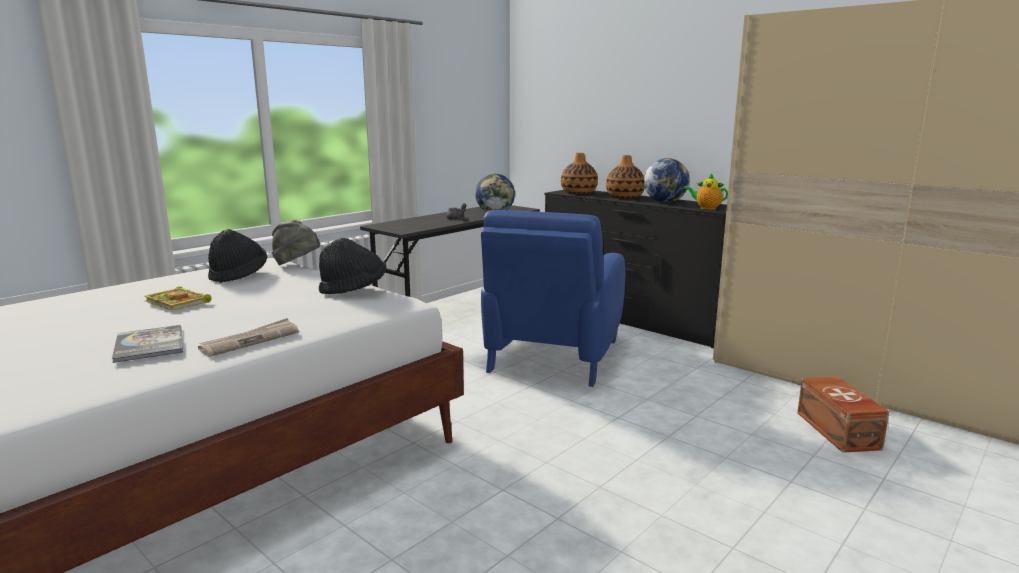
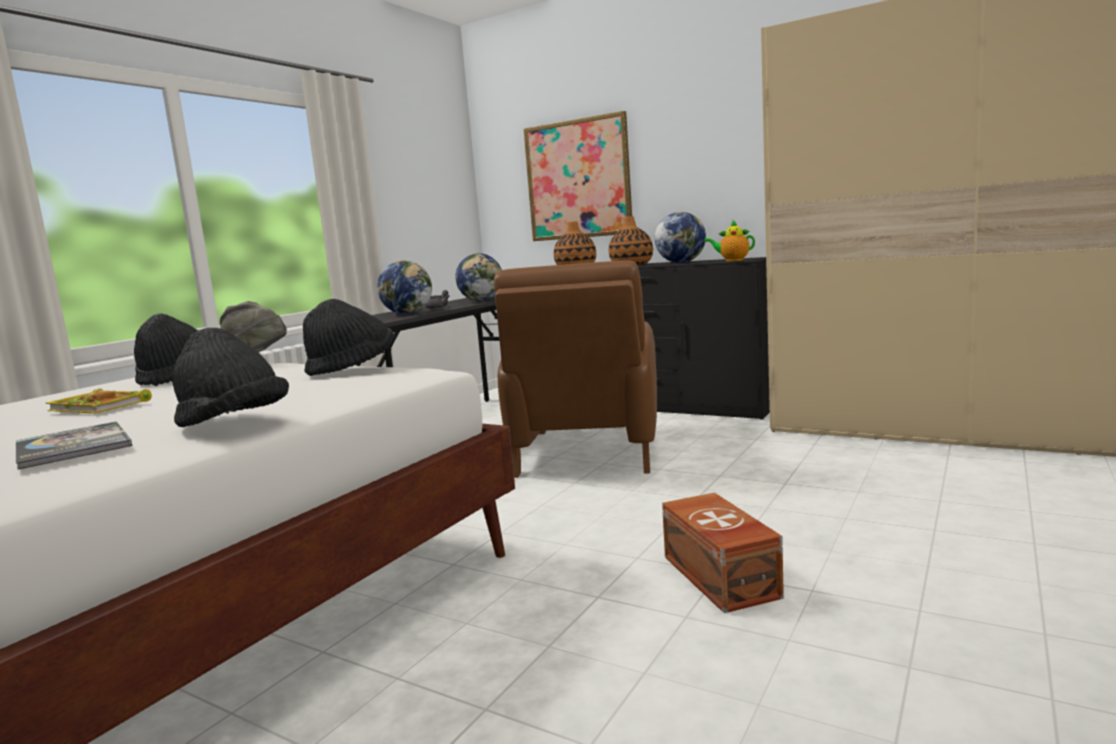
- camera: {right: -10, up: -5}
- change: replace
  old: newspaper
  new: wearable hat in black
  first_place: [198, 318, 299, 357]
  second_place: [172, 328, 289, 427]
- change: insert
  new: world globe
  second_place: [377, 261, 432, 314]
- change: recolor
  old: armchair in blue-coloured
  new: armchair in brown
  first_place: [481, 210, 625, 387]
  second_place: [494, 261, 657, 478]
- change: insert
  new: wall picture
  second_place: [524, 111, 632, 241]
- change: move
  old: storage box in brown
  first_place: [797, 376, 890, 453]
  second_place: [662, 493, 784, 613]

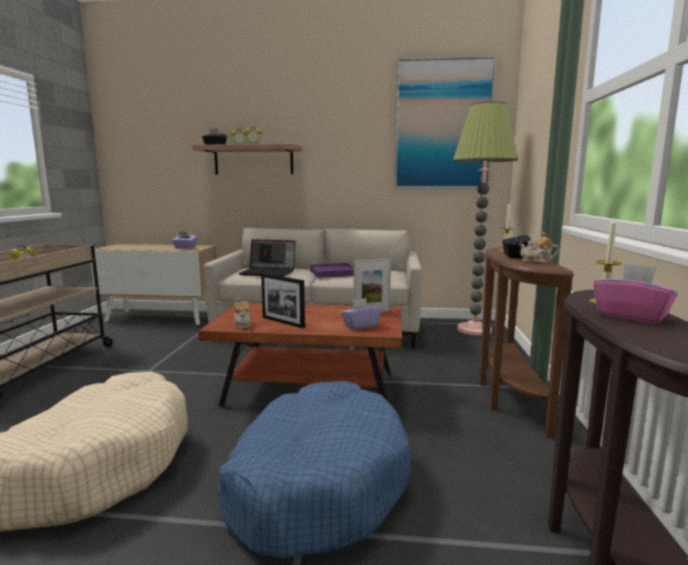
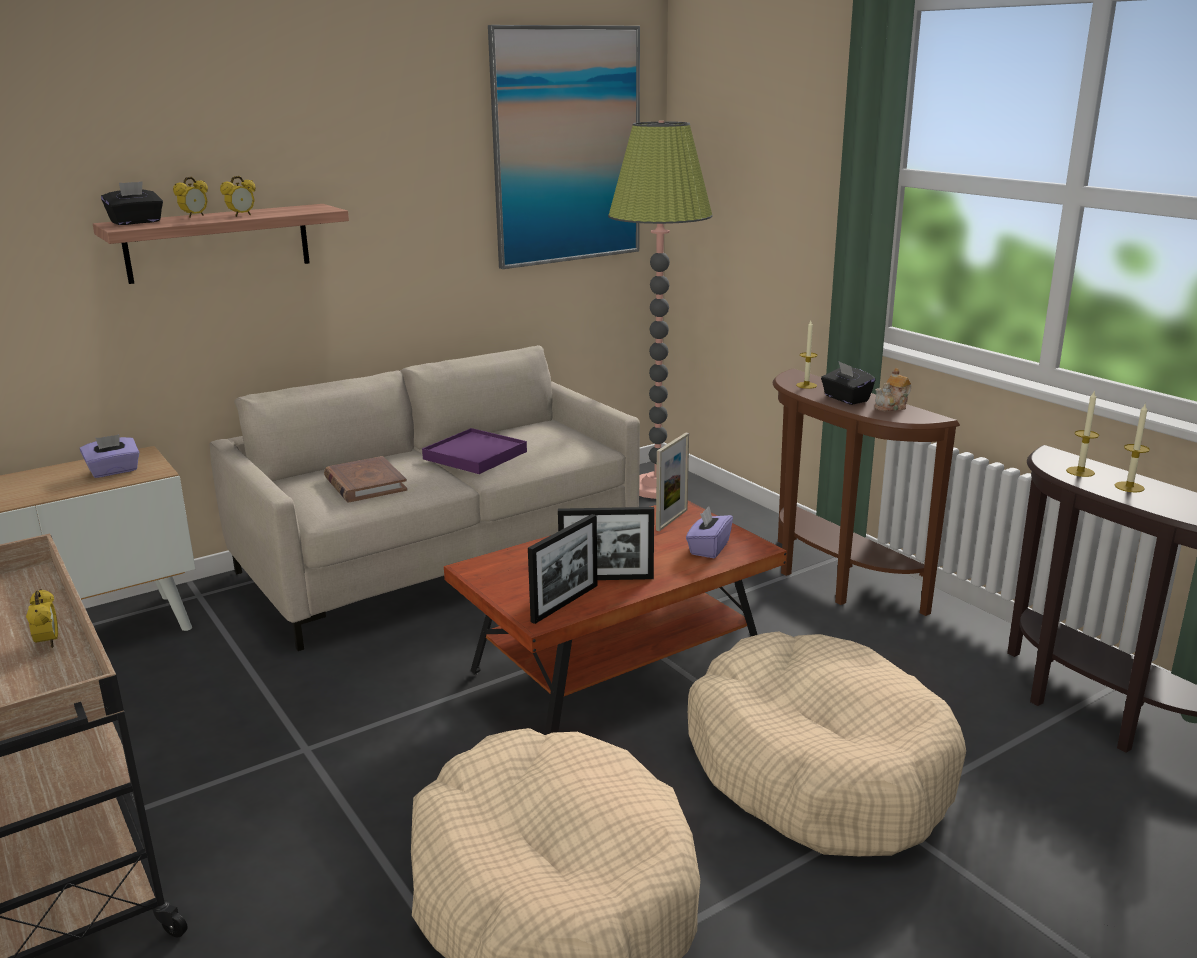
- camera: {right: -40, up: 10}
- change: replace
  old: notebook computer
  new: book in brown
  first_place: [238, 239, 296, 277]
  second_place: [324, 456, 407, 502]
- change: replace
  old: pot for tea
  new: standing frame
  first_place: [234, 298, 252, 329]
  second_place: [528, 514, 598, 624]
- change: recolor
  old: dog bed in blue-coloured
  new: dog bed in beige-coloured
  first_place: [216, 381, 411, 559]
  second_place: [688, 632, 966, 856]
- change: replace
  old: tissue box in pink
  new: wax light
  first_place: [593, 263, 678, 324]
  second_place: [1115, 403, 1150, 492]

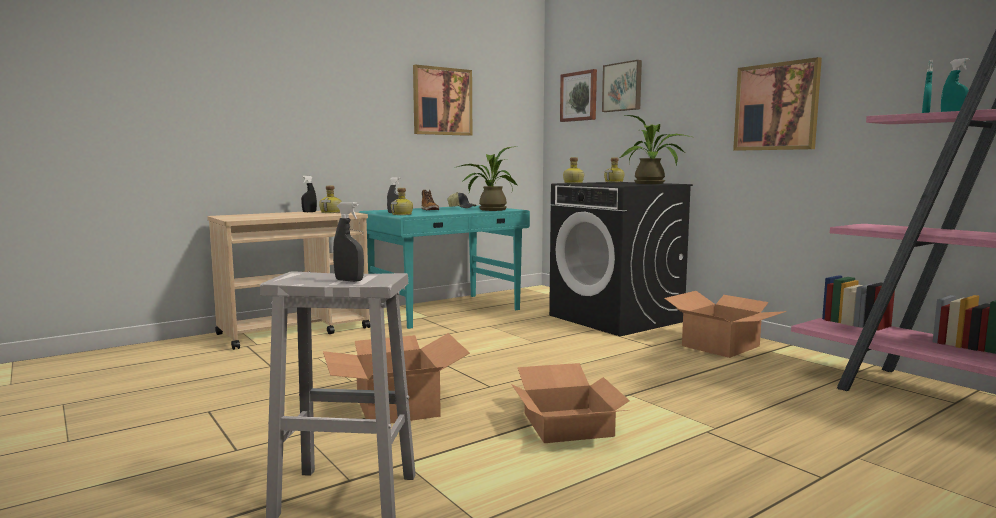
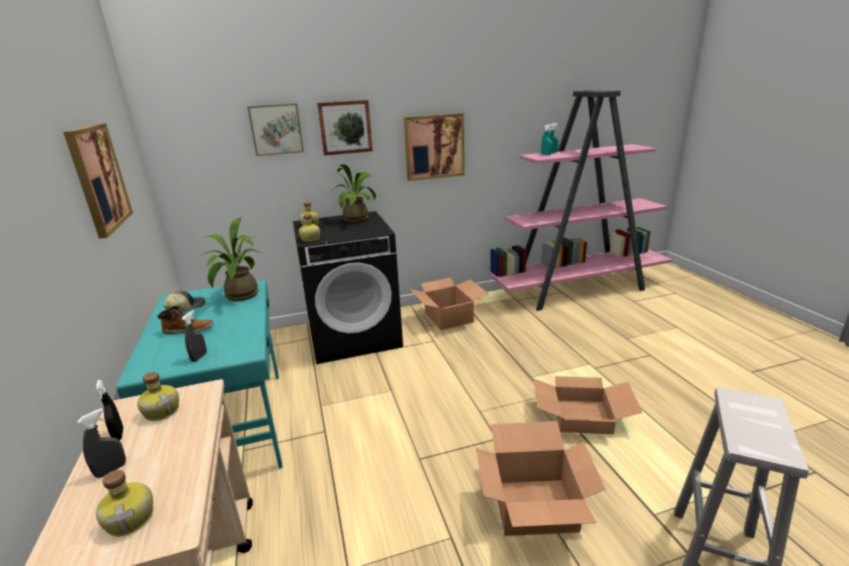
- camera: {right: -70, up: 15}
- change: move
  old: spray bottle in greyish
  first_place: [333, 202, 364, 282]
  second_place: [77, 408, 126, 478]
- change: move
  old: beverage bottle
  first_place: [391, 188, 413, 215]
  second_place: [96, 470, 154, 537]
- change: move
  old: wall picture
  first_place: [560, 69, 597, 122]
  second_place: [317, 100, 373, 155]

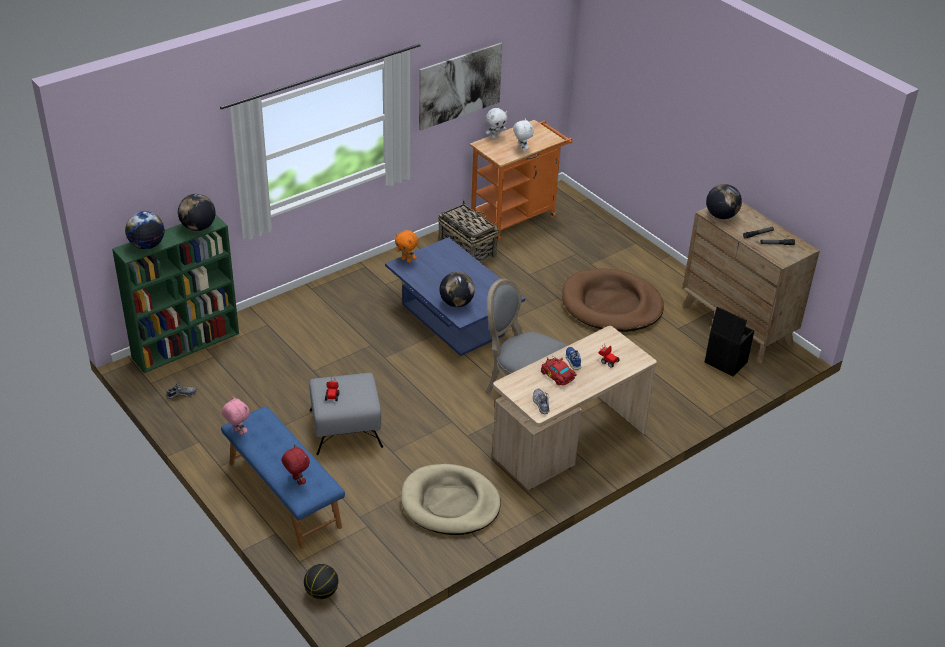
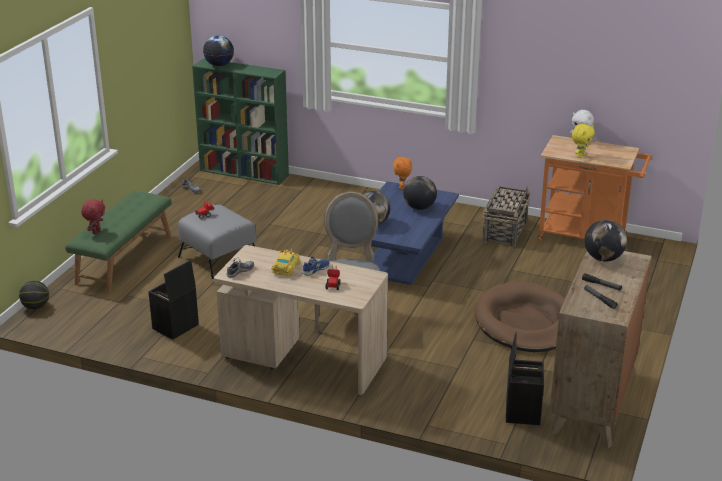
- camera: {right: 60, up: -10}
- change: recolor
  old: long seat in blue-coloured
  new: long seat in green-coloured
  first_place: [221, 406, 345, 549]
  second_place: [65, 191, 172, 292]
- change: replace
  old: dog bed in beige-coloured
  new: storage box in black
  first_place: [401, 464, 501, 535]
  second_place: [148, 260, 199, 339]
- change: recolor
  old: miniature car in reddish
  new: miniature car in yellow-coloured
  first_place: [541, 356, 577, 385]
  second_place: [271, 249, 301, 276]
- change: move
  old: world globe
  first_place: [178, 194, 216, 231]
  second_place: [403, 176, 437, 210]
- change: recolor
  old: soft toy in whitish
  new: soft toy in yellow-coloured
  first_place: [513, 119, 534, 152]
  second_place: [572, 124, 595, 158]
- change: delete
  old: soft toy in pink
  first_place: [222, 396, 250, 435]
- change: delete
  old: wall picture
  first_place: [419, 43, 503, 131]

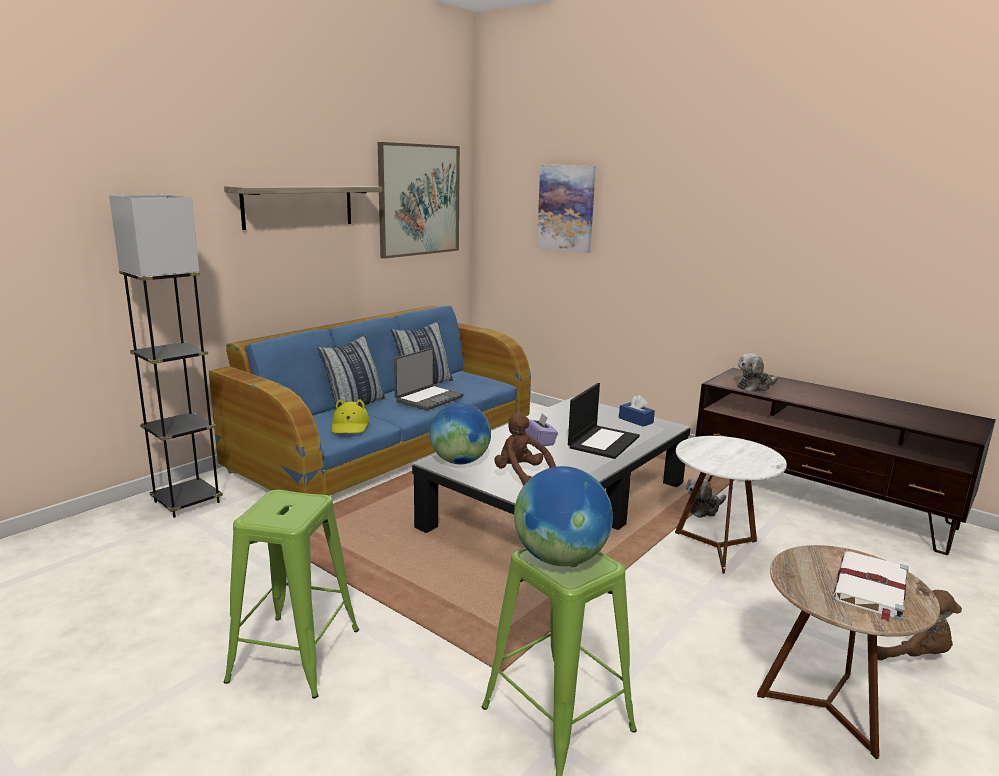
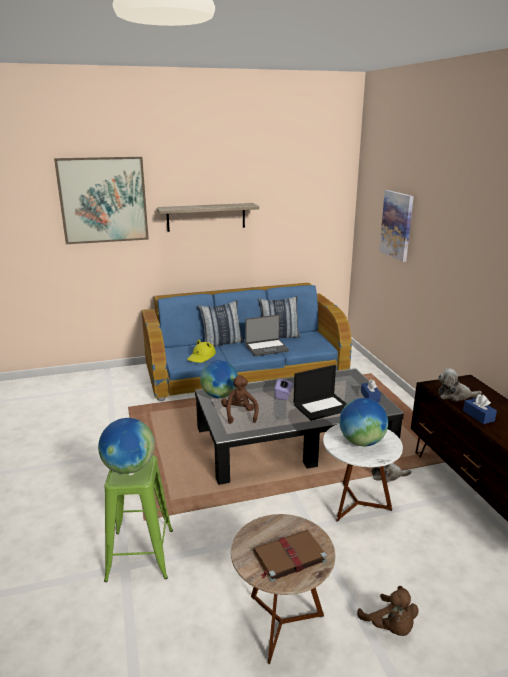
- camera: {right: 35, up: 5}
- change: move
  old: wall picture
  first_place: [378, 142, 460, 259]
  second_place: [54, 157, 149, 244]
- change: recolor
  old: book in whitish
  new: book in brown
  first_place: [833, 551, 909, 622]
  second_place: [253, 530, 327, 582]
- change: insert
  new: world globe
  second_place: [339, 398, 388, 446]
- change: insert
  new: tissue box in blue-coloured
  second_place: [463, 394, 497, 424]
- change: delete
  old: standing lamp in greyish
  first_place: [109, 195, 223, 518]
- change: delete
  old: stool seat in green-coloured
  first_place: [224, 490, 359, 699]

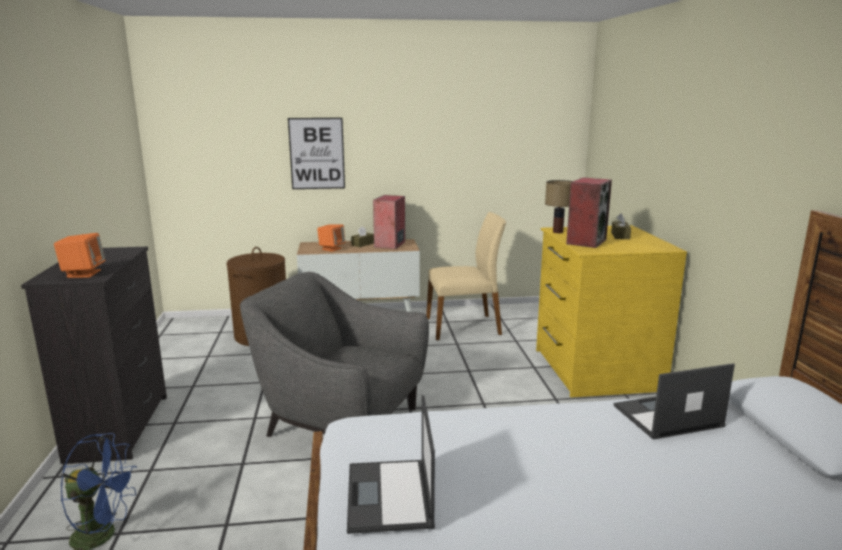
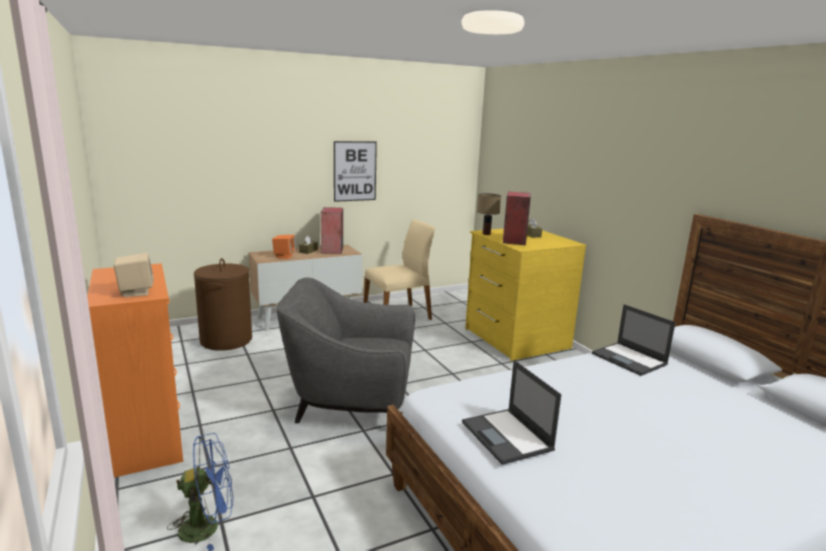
- camera: {right: -20, up: 0}
- change: recolor
  old: dresser in black
  new: dresser in orange
  first_place: [21, 247, 167, 464]
  second_place: [87, 263, 183, 478]
- change: recolor
  old: loudspeaker in orange
  new: loudspeaker in beige-coloured
  first_place: [54, 233, 105, 278]
  second_place: [113, 253, 153, 297]
- change: move
  old: wall picture
  first_place: [288, 118, 345, 189]
  second_place: [334, 141, 377, 202]
- change: rotate
  old: notebook computer
  first_place: [614, 363, 735, 440]
  second_place: [592, 304, 676, 376]
  degrees: -90

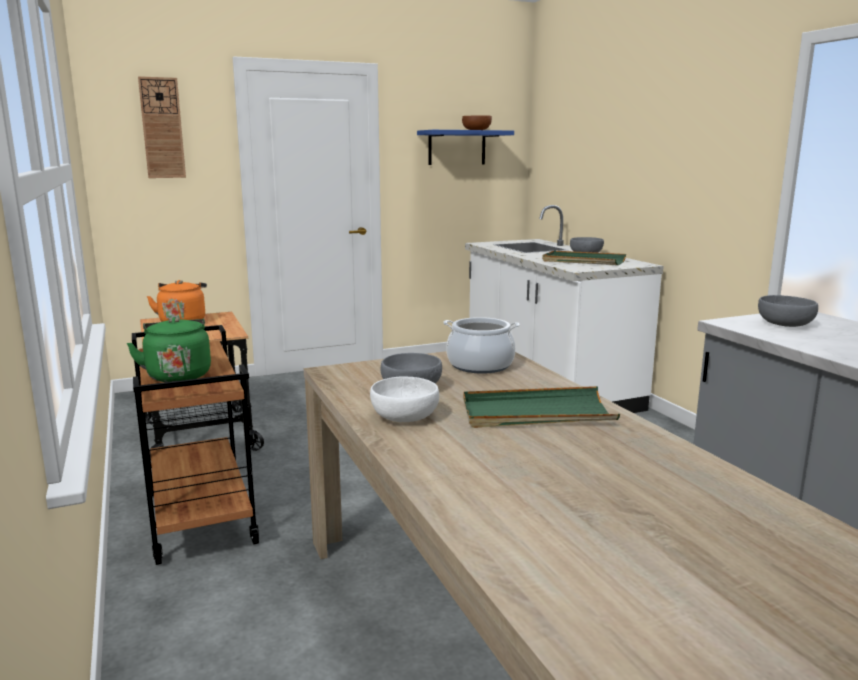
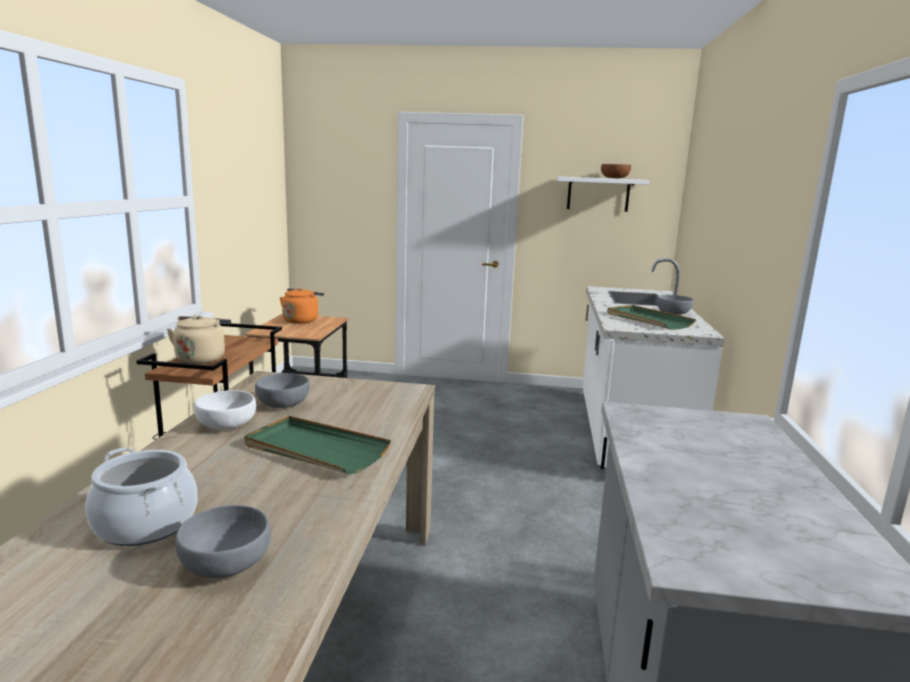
- camera: {right: 30, up: 0}
- change: move
  old: saucepot
  first_place: [443, 317, 520, 374]
  second_place: [85, 447, 198, 546]
- change: recolor
  old: kettle in green-coloured
  new: kettle in beige-coloured
  first_place: [127, 317, 211, 382]
  second_place: [167, 315, 231, 364]
- change: move
  old: serving bowl in greyish
  first_place: [758, 295, 818, 327]
  second_place: [175, 505, 271, 578]
- change: recolor
  old: bracket shelf in blue-coloured
  new: bracket shelf in whitish
  first_place: [417, 130, 514, 165]
  second_place: [557, 177, 649, 212]
- change: delete
  old: wall clock
  first_place: [138, 76, 186, 178]

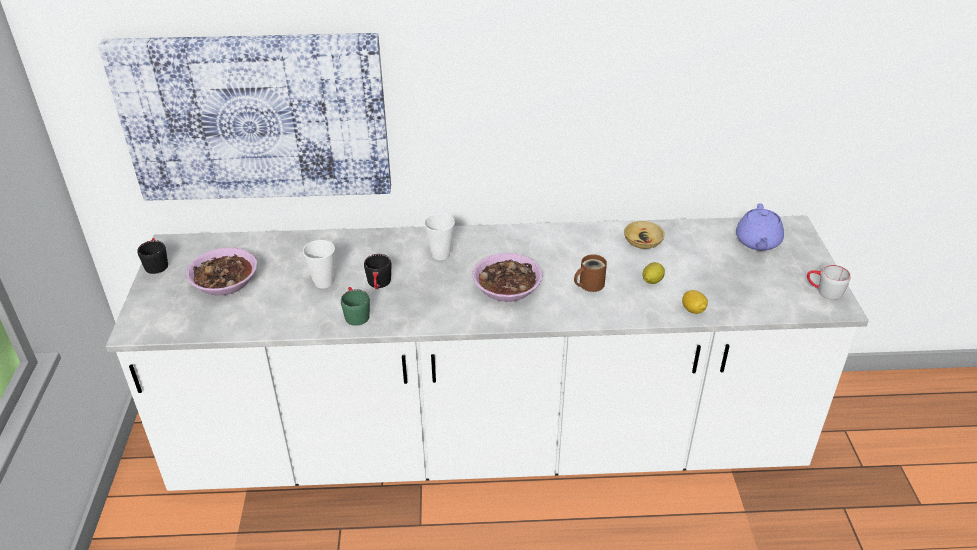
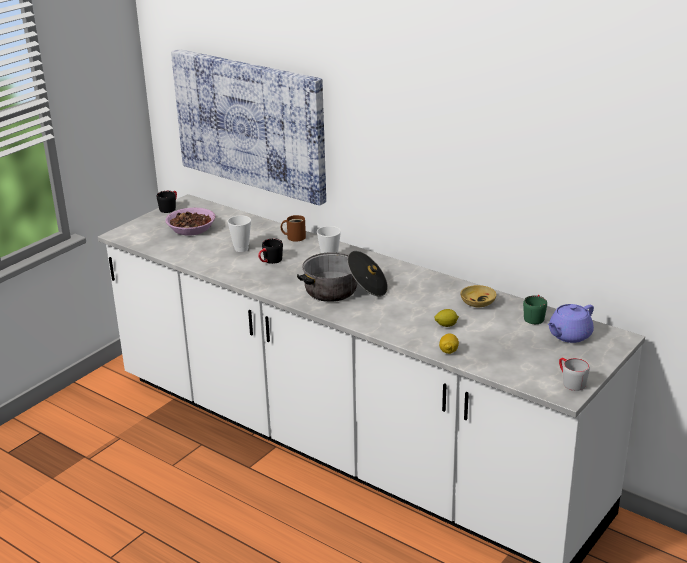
- camera: {right: 40, up: -10}
- change: move
  old: tea mug in brown
  first_place: [574, 254, 607, 292]
  second_place: [281, 215, 306, 242]
- change: replace
  old: serving bowl
  new: saucepot
  first_place: [472, 253, 542, 302]
  second_place: [297, 251, 388, 302]
- change: move
  old: tea mug in green-coloured
  first_place: [341, 287, 370, 326]
  second_place: [523, 295, 547, 324]

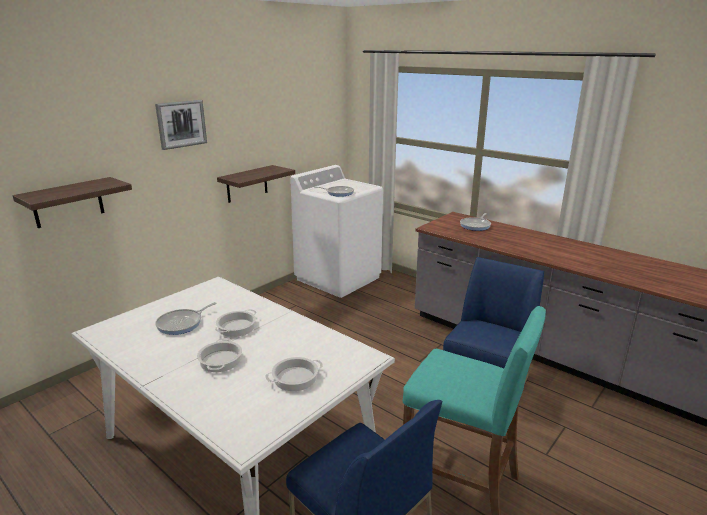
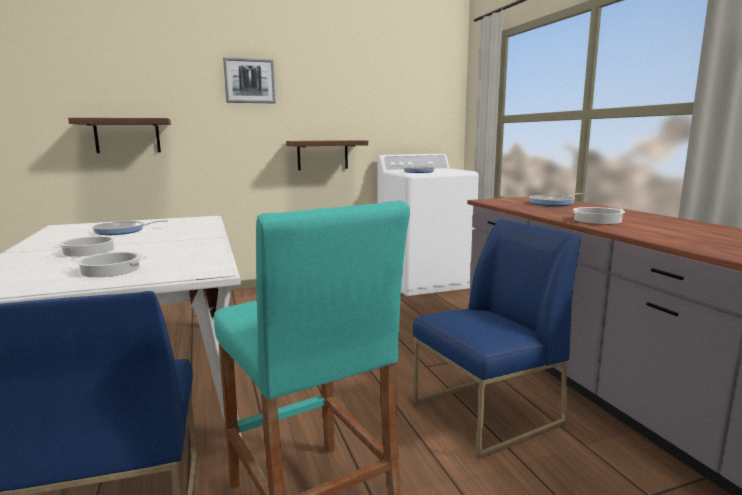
- camera: {right: 30, up: -10}
- change: move
  old: saucepot
  first_place: [215, 309, 256, 337]
  second_place: [573, 207, 625, 224]

